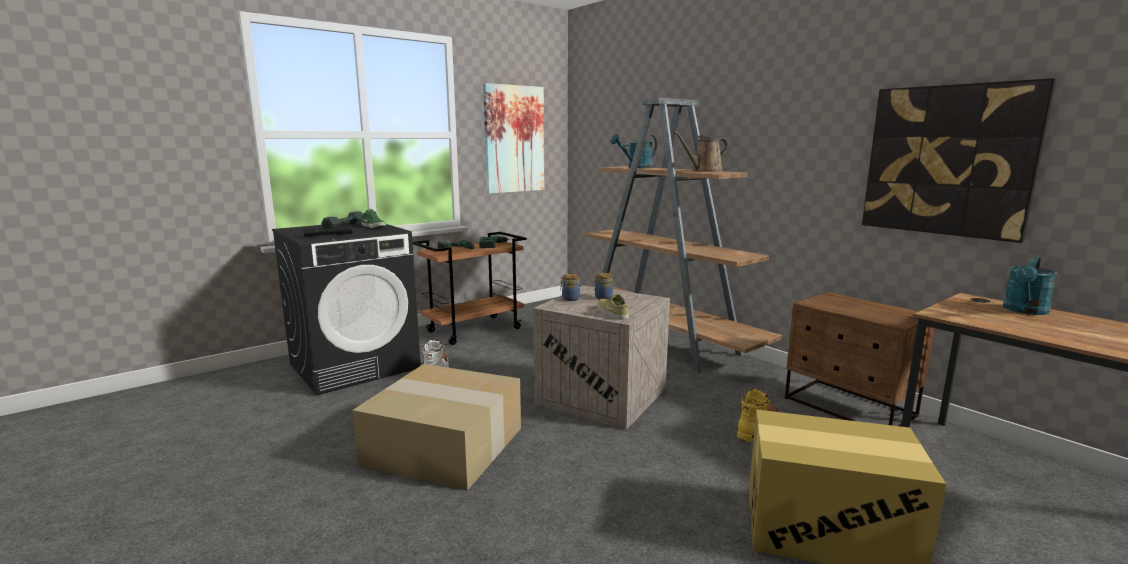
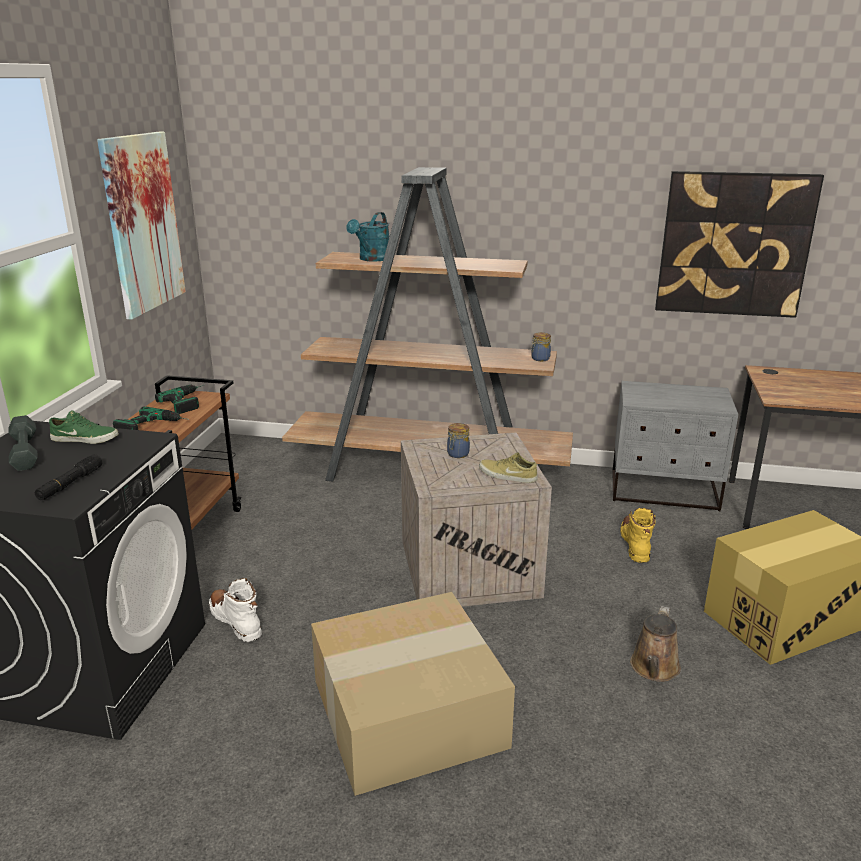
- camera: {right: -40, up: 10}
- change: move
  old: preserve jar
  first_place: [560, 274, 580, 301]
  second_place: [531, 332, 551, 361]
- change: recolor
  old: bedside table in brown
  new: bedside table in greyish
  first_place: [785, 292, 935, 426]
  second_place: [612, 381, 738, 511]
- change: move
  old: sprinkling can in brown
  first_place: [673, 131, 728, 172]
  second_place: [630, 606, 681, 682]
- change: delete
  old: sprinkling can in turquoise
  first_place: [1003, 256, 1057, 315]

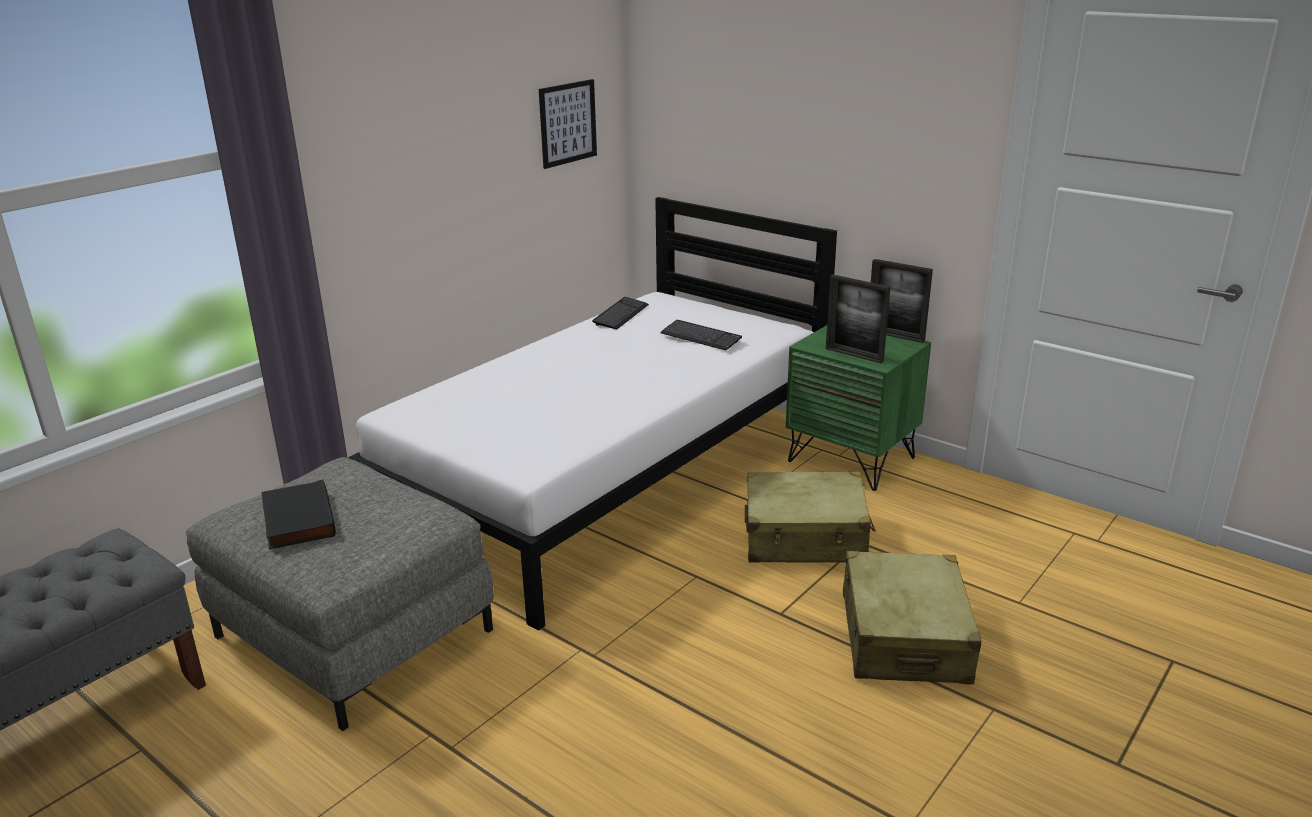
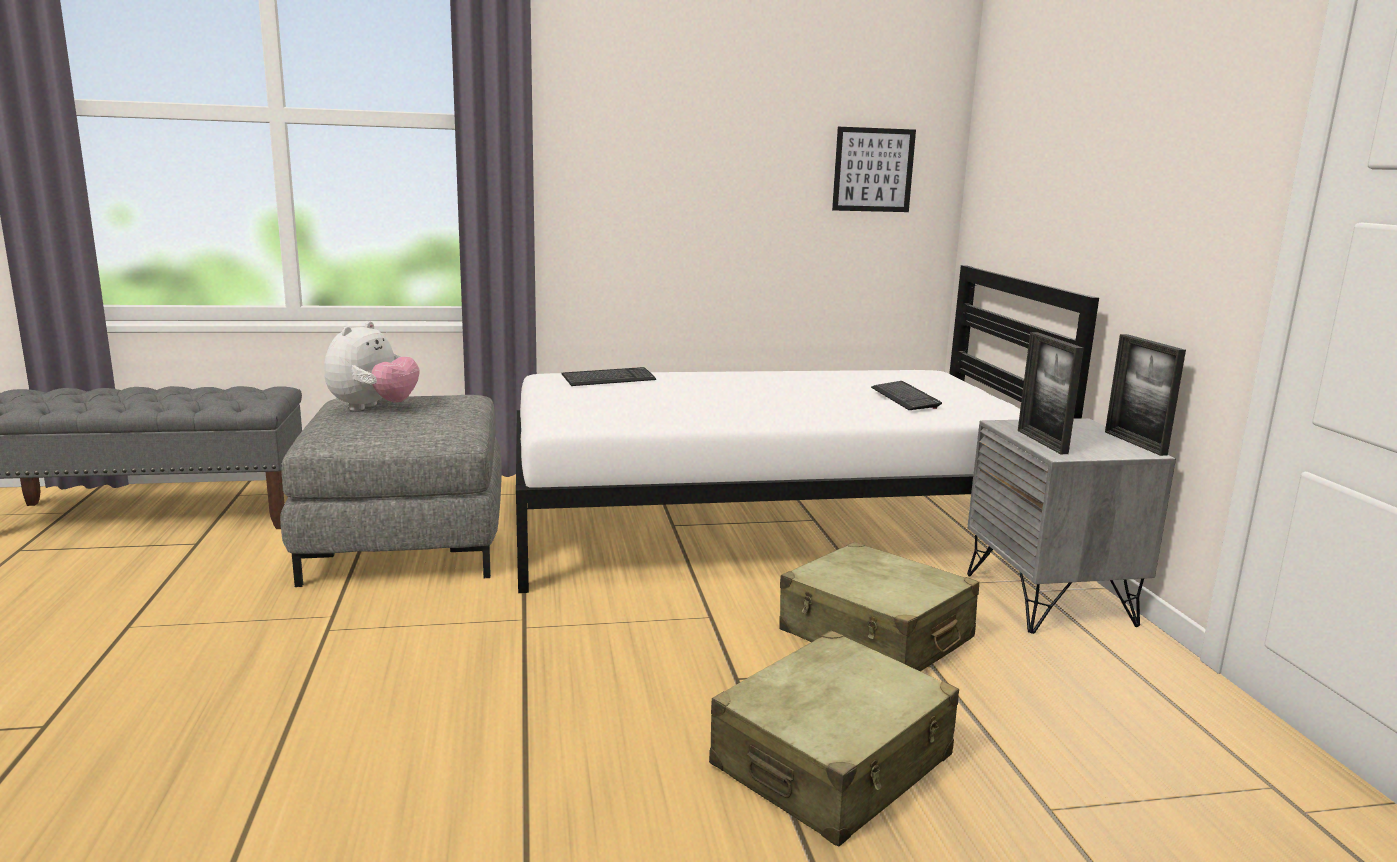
- camera: {right: 40, up: -10}
- change: replace
  old: book in black
  new: soft toy
  first_place: [261, 480, 336, 549]
  second_place: [324, 321, 419, 411]
- change: move
  old: computer keyboard
  first_place: [592, 297, 649, 330]
  second_place: [562, 367, 656, 386]
- change: recolor
  old: bedside table in green-coloured
  new: bedside table in greyish
  first_place: [786, 325, 931, 491]
  second_place: [967, 418, 1176, 634]

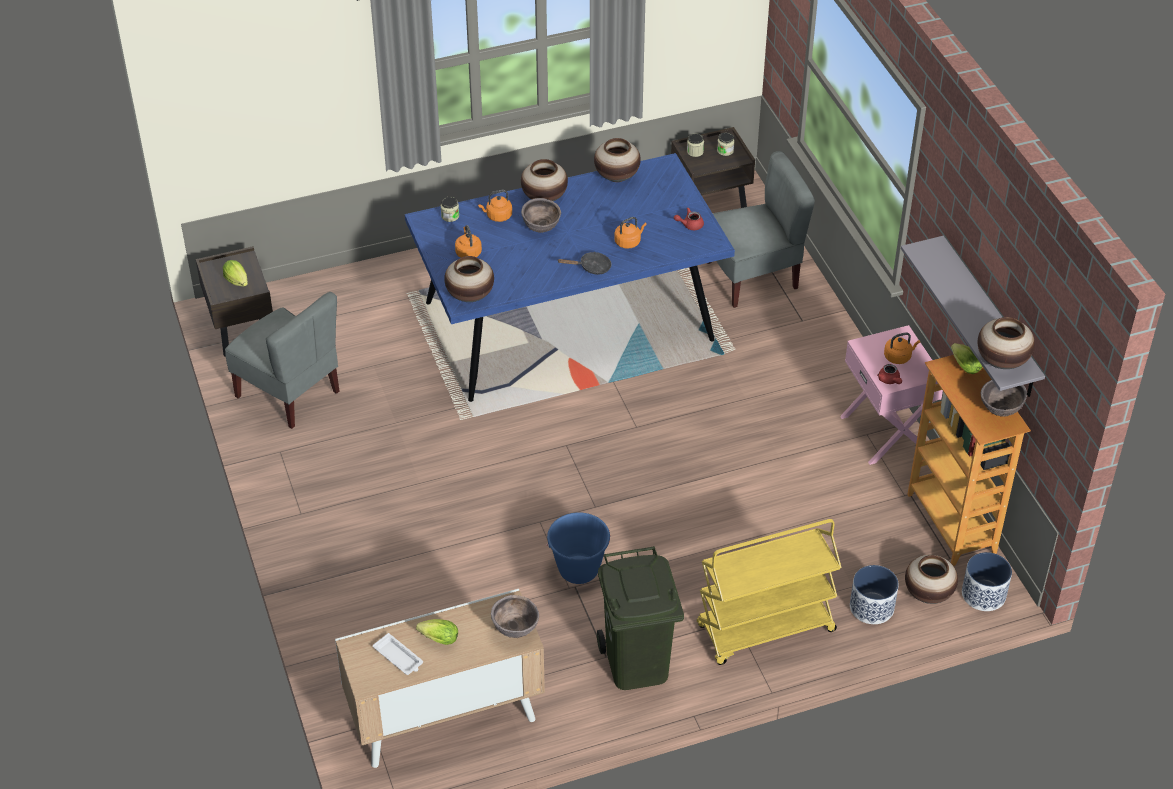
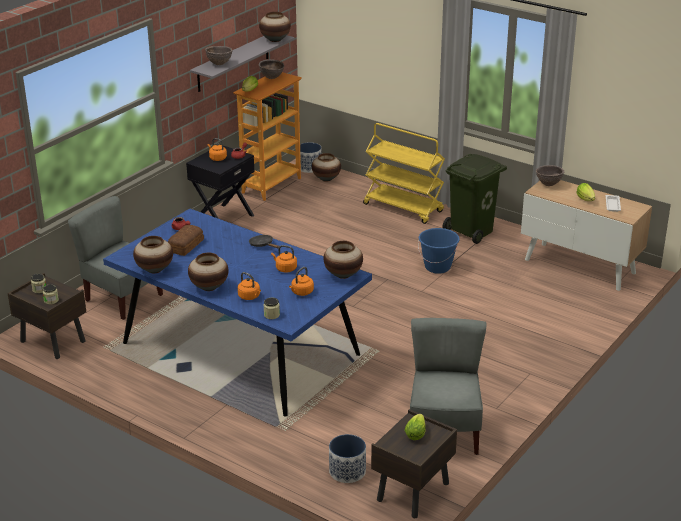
- camera: {right: -125, up: -15}
- change: insert
  new: bread
  second_place: [168, 225, 204, 256]
- change: recolor
  old: bedside table in pink
  new: bedside table in black
  first_place: [840, 325, 943, 465]
  second_place: [186, 146, 255, 219]
- change: move
  old: serving bowl in brown
  first_place: [521, 198, 561, 233]
  second_place: [205, 46, 233, 65]
- change: move
  old: kettle in orange
  first_place: [614, 217, 647, 249]
  second_place: [271, 245, 297, 273]
- change: move
  old: planter
  first_place: [850, 565, 899, 624]
  second_place: [329, 434, 366, 483]

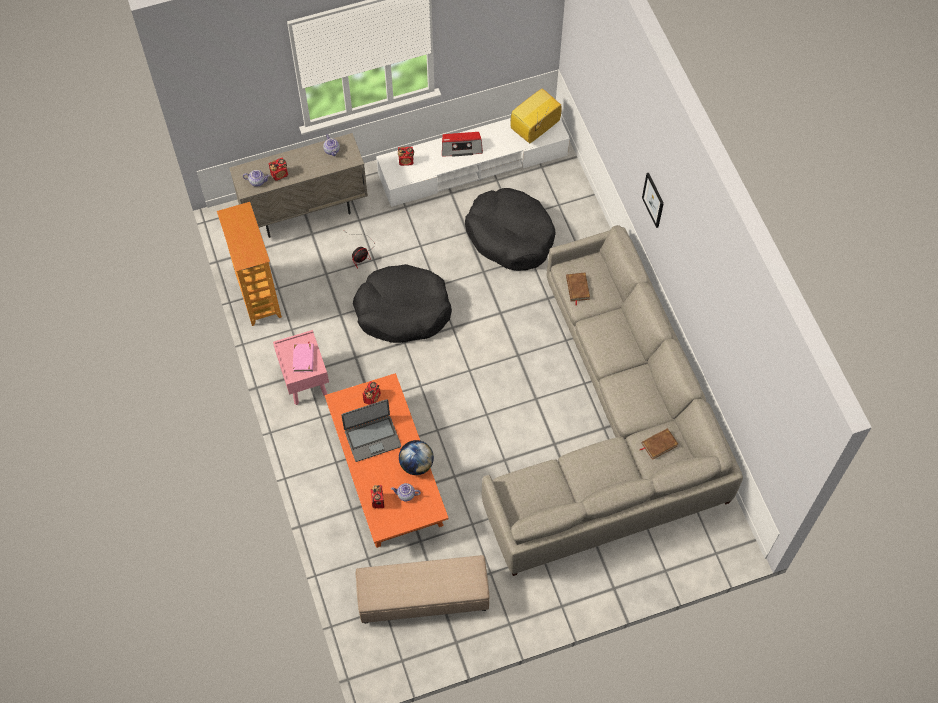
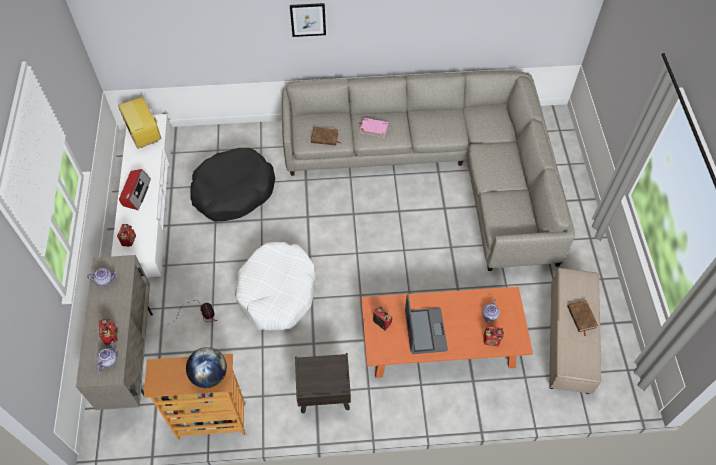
- camera: {right: -75, up: -5}
- change: move
  old: world globe
  first_place: [399, 440, 434, 475]
  second_place: [186, 347, 227, 388]
- change: recolor
  old: dog bed in black
  new: dog bed in whitish
  first_place: [353, 264, 452, 343]
  second_place: [235, 242, 316, 330]
- change: recolor
  old: bedside table in pink
  new: bedside table in brown
  first_place: [273, 330, 329, 405]
  second_place: [295, 353, 351, 413]
- change: move
  old: book in pink
  first_place: [293, 341, 314, 372]
  second_place: [359, 118, 388, 137]
- change: move
  old: book in brown
  first_place: [639, 428, 678, 460]
  second_place: [567, 300, 598, 336]

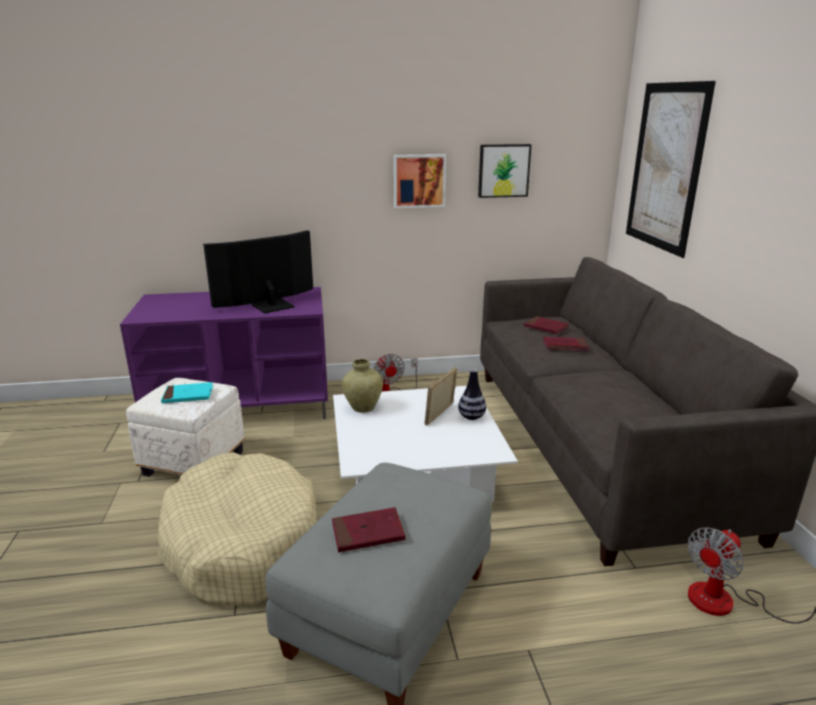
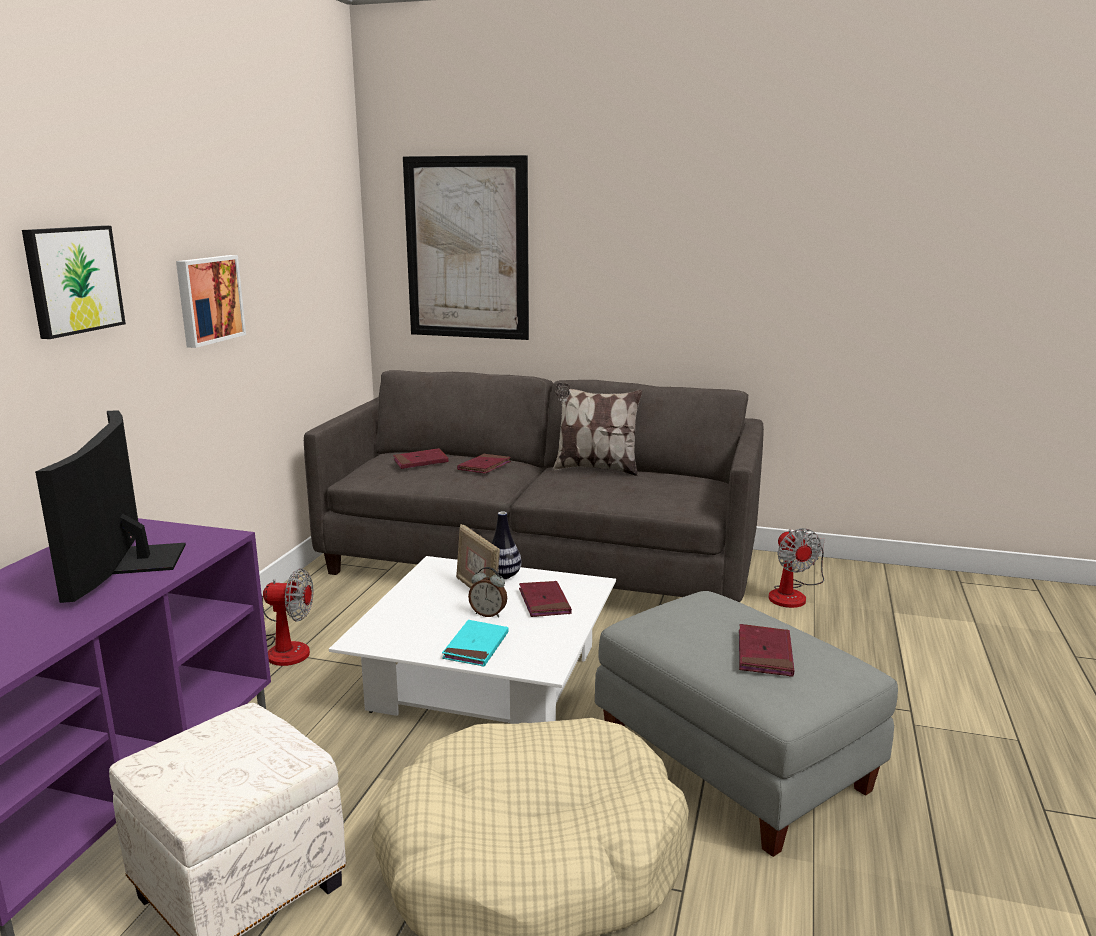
- camera: {right: -65, up: -5}
- change: move
  old: wall picture
  first_place: [478, 144, 532, 198]
  second_place: [22, 226, 126, 339]
- change: move
  old: book in turquoise
  first_place: [161, 382, 213, 403]
  second_place: [442, 620, 509, 666]
- change: insert
  new: alarm clock
  second_place: [468, 567, 507, 618]
- change: insert
  new: book in reddish
  second_place: [519, 581, 572, 617]
- change: insert
  new: throw pillow
  second_place: [553, 382, 643, 476]
- change: delete
  old: vase in beige-coloured
  first_place: [342, 359, 383, 413]

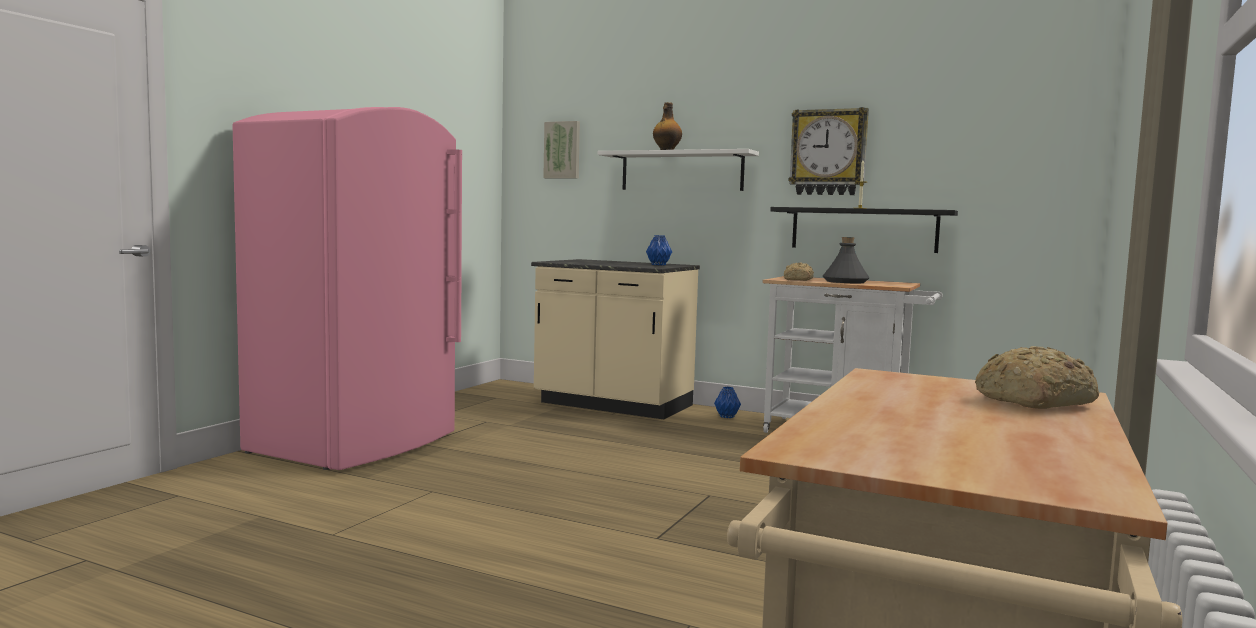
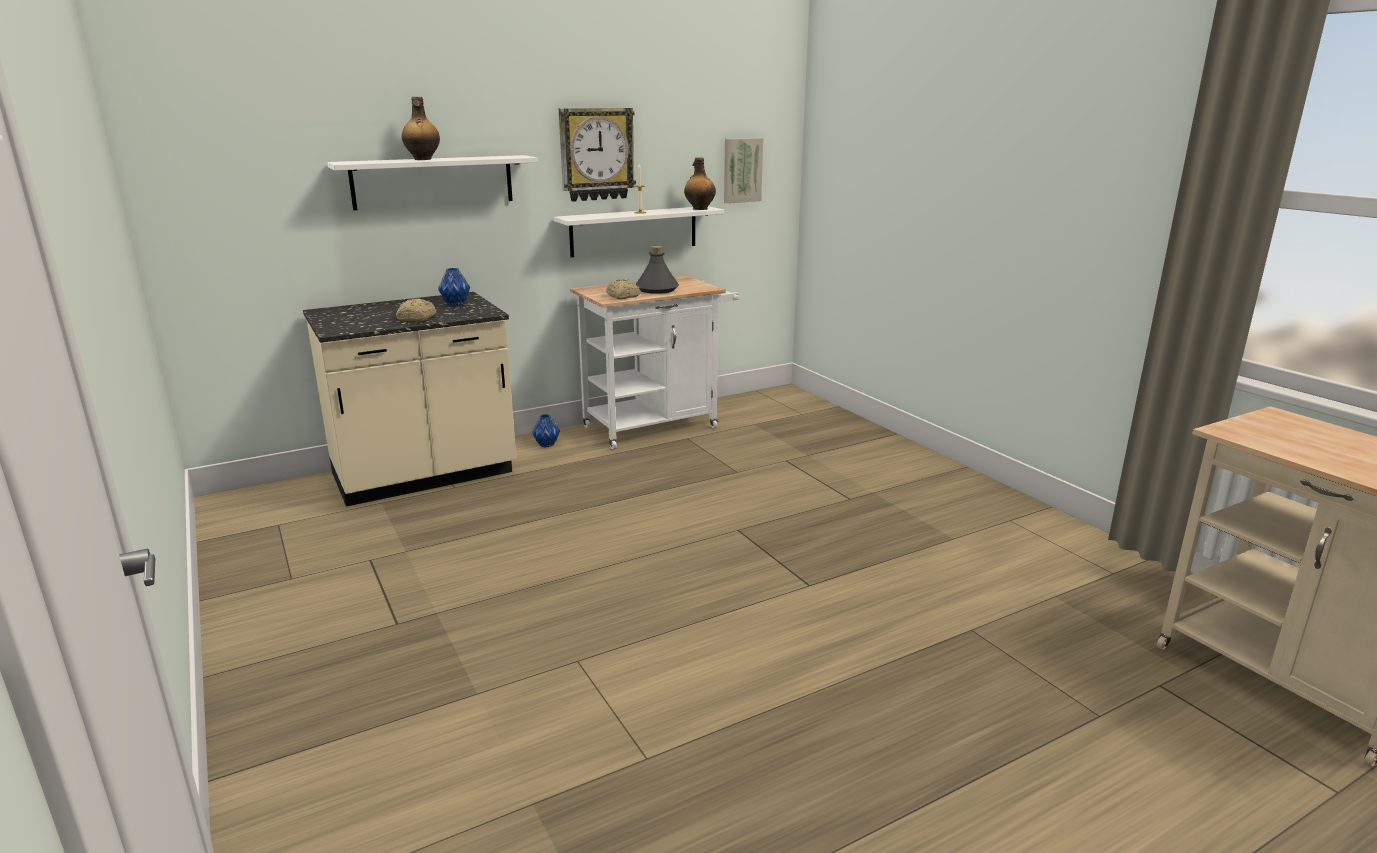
- camera: {right: -55, up: 15}
- change: move
  old: bread
  first_place: [975, 346, 1099, 409]
  second_place: [396, 298, 436, 322]
- change: recolor
  old: bracket shelf in black
  new: bracket shelf in whitish
  first_place: [770, 207, 958, 253]
  second_place: [554, 206, 724, 257]
- change: insert
  new: beverage bottle
  second_place: [684, 157, 716, 210]
- change: move
  old: wall picture
  first_place: [543, 121, 580, 179]
  second_place: [724, 138, 763, 203]
- change: delete
  old: refrigerator in pink
  first_place: [233, 107, 462, 470]

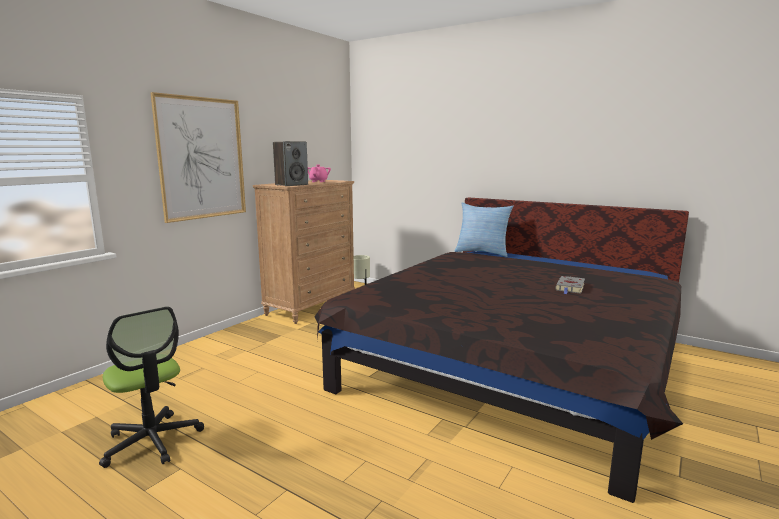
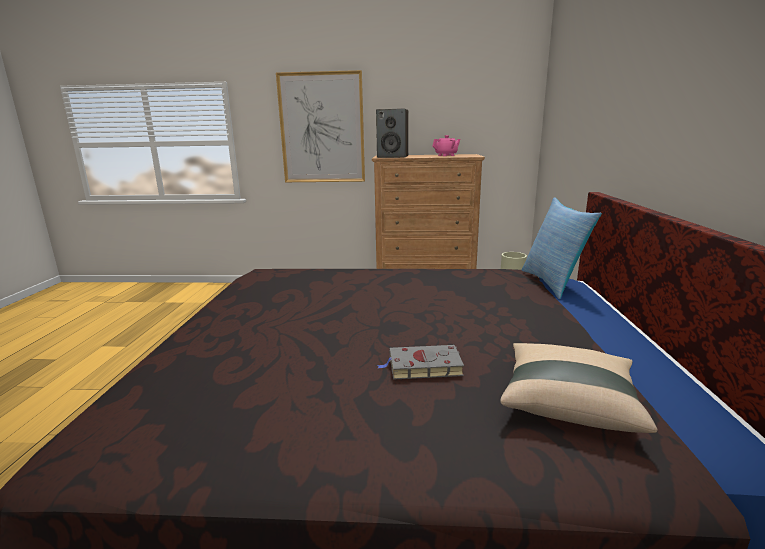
- camera: {right: 60, up: 5}
- change: insert
  new: throw pillow in beige-coloured
  second_place: [500, 343, 658, 433]
- change: delete
  old: office chair
  first_place: [99, 307, 204, 468]

